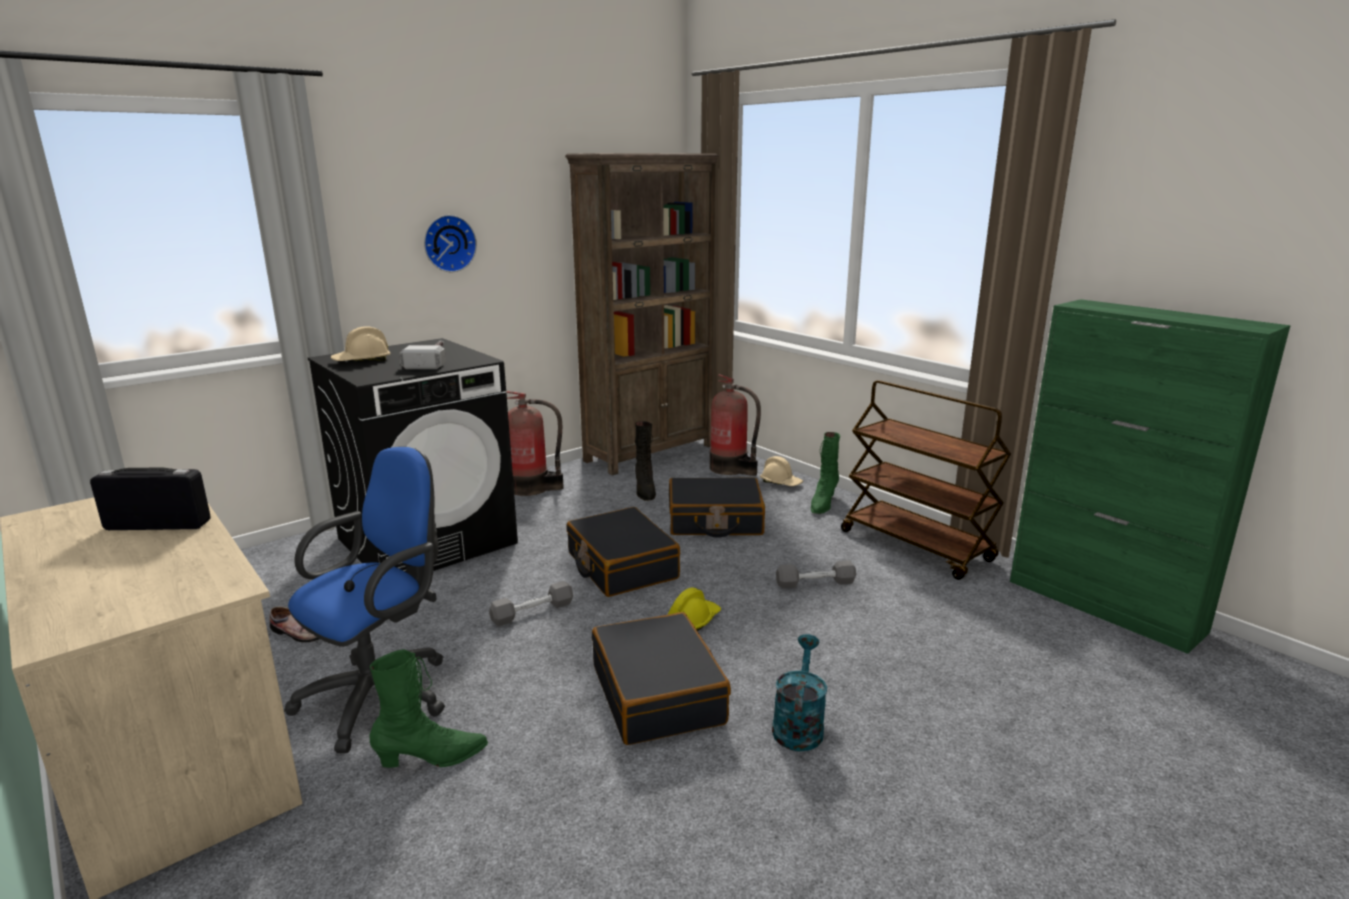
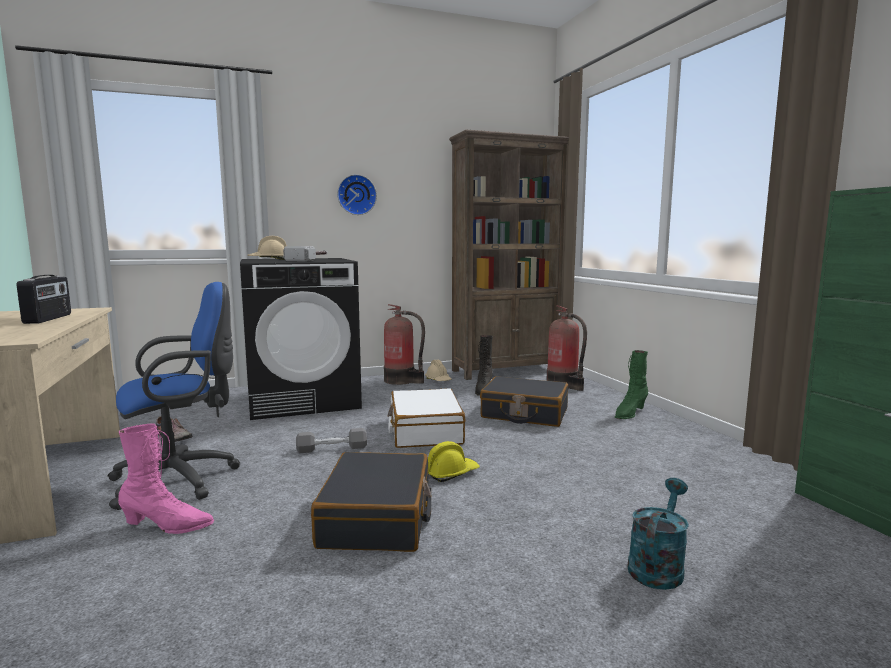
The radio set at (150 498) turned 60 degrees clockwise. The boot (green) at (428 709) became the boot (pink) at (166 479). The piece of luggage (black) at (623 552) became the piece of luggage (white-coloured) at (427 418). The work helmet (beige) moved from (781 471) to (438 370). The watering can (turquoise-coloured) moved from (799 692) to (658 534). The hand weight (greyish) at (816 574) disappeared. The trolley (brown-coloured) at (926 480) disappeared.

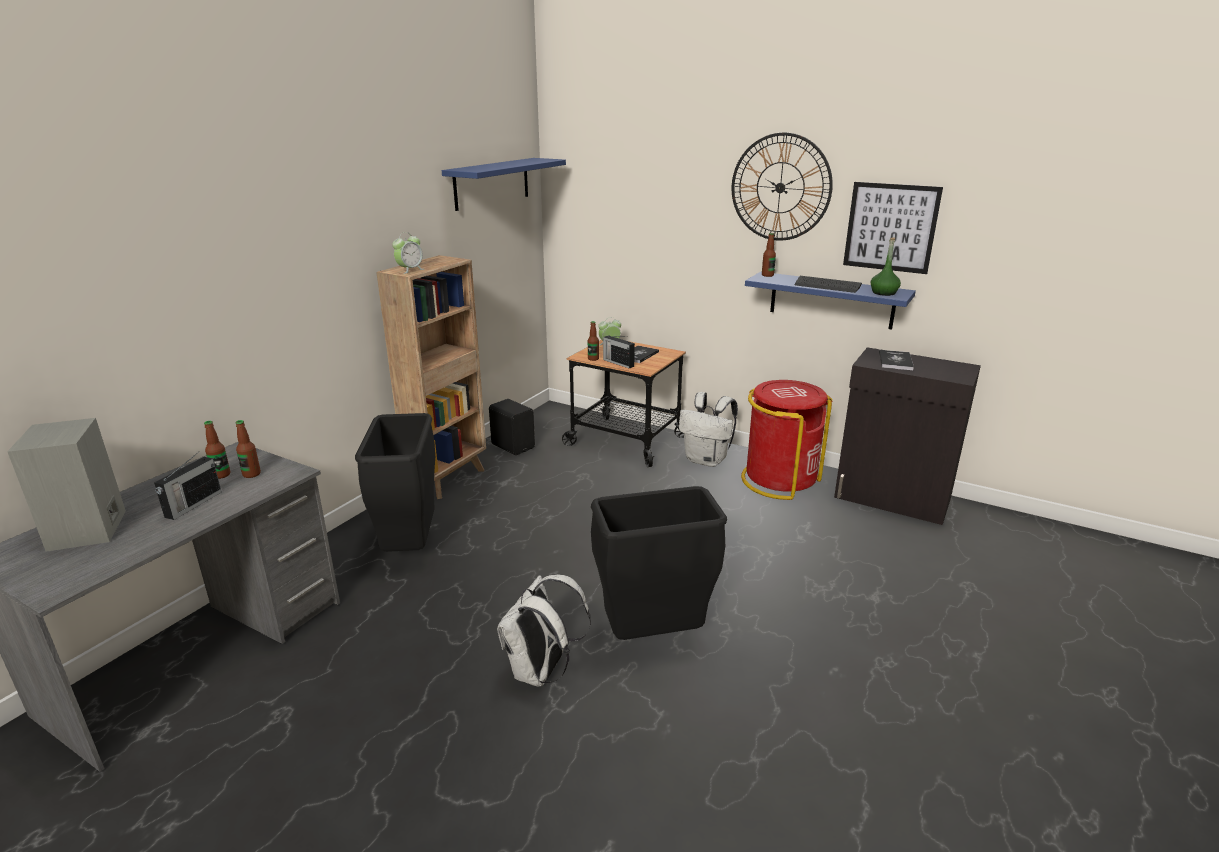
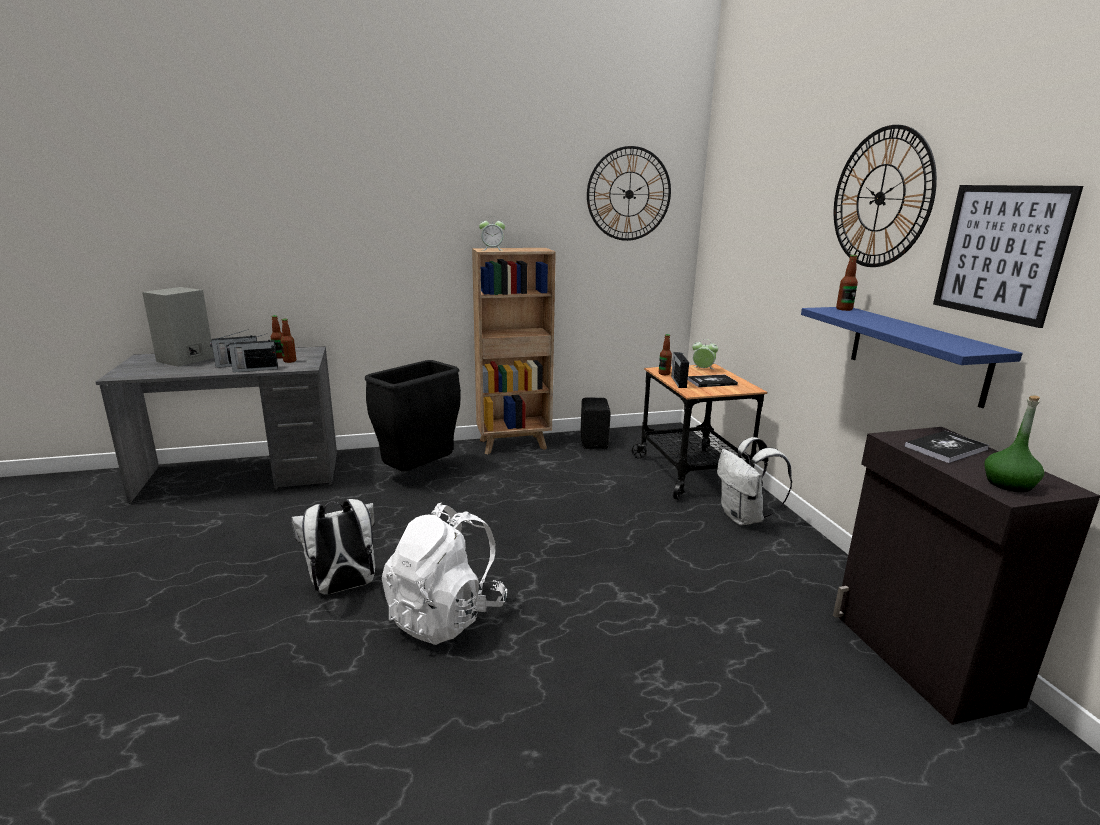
The radio set at (252 353) appeared. The trash can (black) at (659 563) was replaced by the rucksack (white-coloured) at (444 574). The shelf (blue-coloured) at (504 184) was replaced by the hanging clock at (629 193). The bottle (green) moved from (886 267) to (1014 444). The trash can (reddish) at (786 440) disappeared. The computer keyboard at (828 284) disappeared.

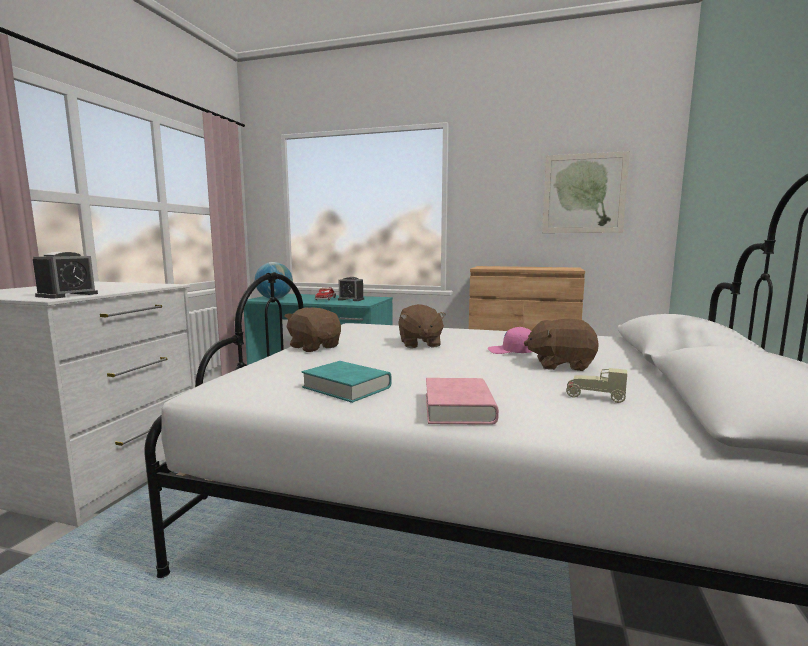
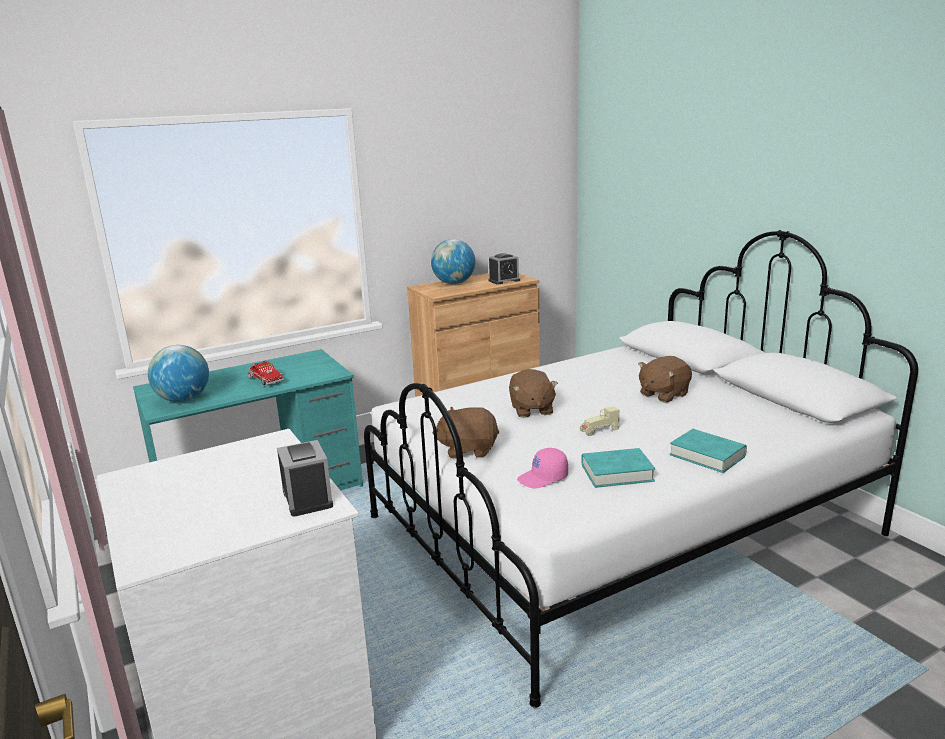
The world globe at (453 261) appeared. The alarm clock moved from (351 289) to (504 269). The cuddly toy (brown-coloured) at (422 326) turned 45 degrees clockwise. The baseball cap (pink) moved from (510 340) to (542 468). The miniature car (beige) moved from (596 385) to (600 421). The volume (pink) at (462 401) became the volume (turquoise-coloured) at (708 451). The wall picture at (586 192) disappeared.

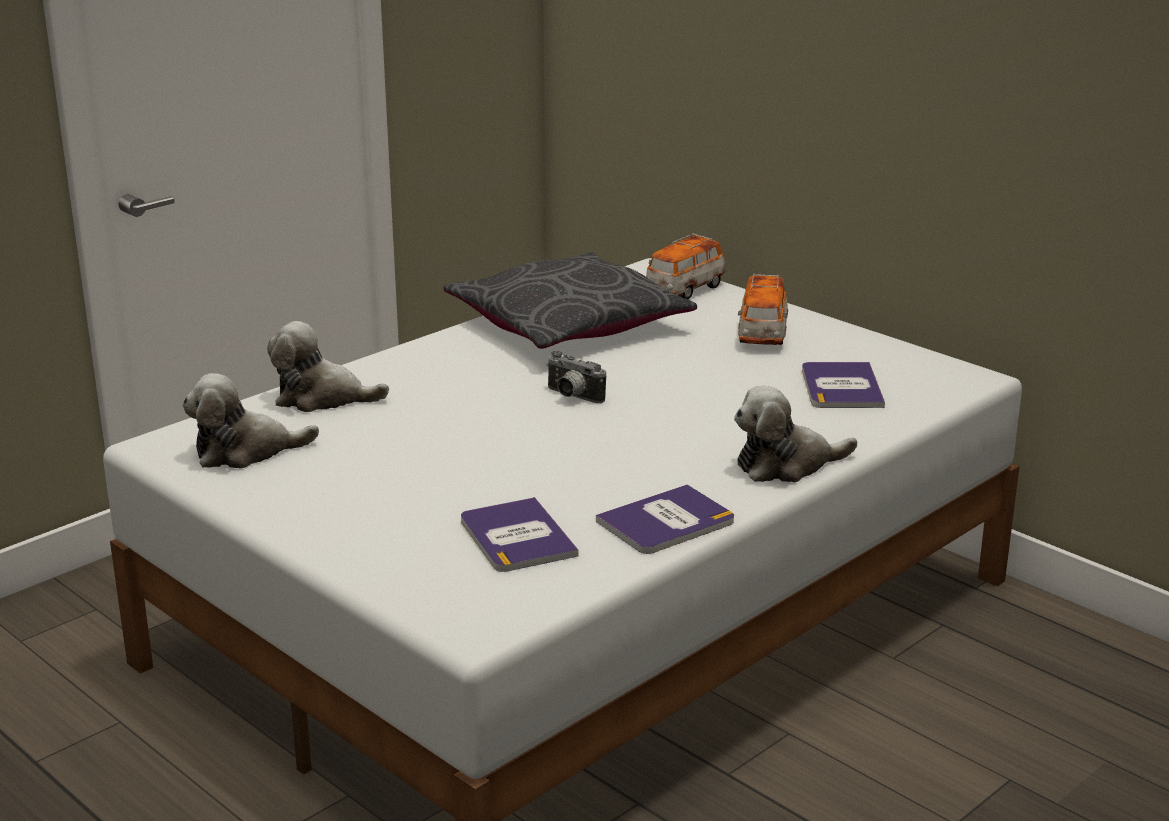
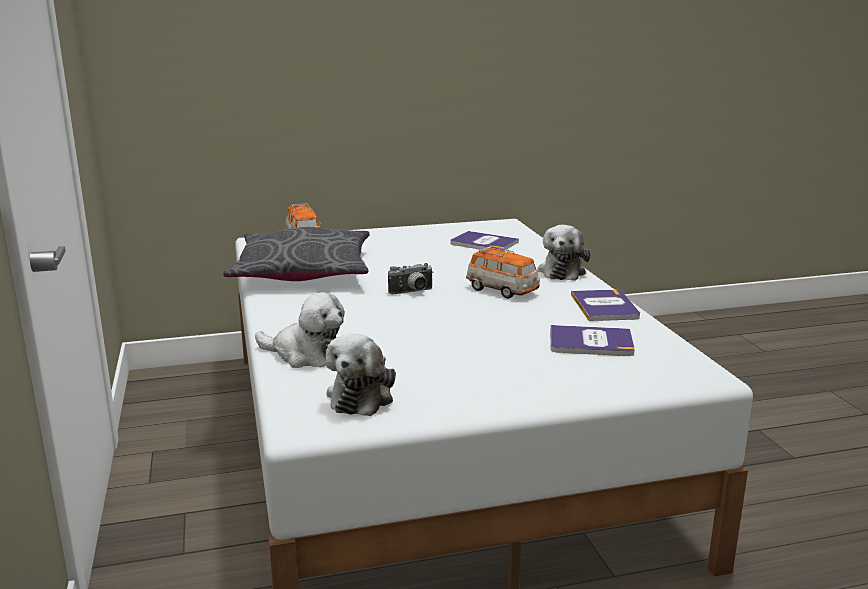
The cuddly toy at (328 366) turned 105 degrees counterclockwise. The miniature car moved from (763 309) to (503 272).

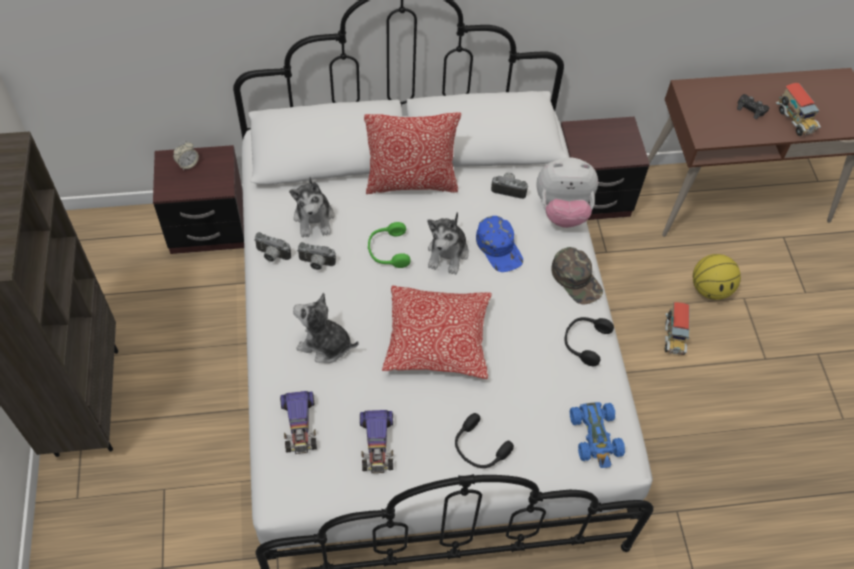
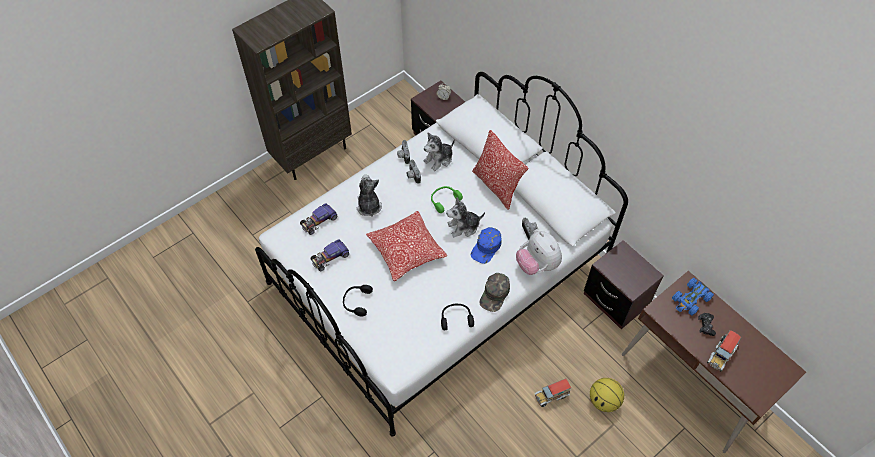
The miniature car (blue-coloured) moved from (597 435) to (693 297).

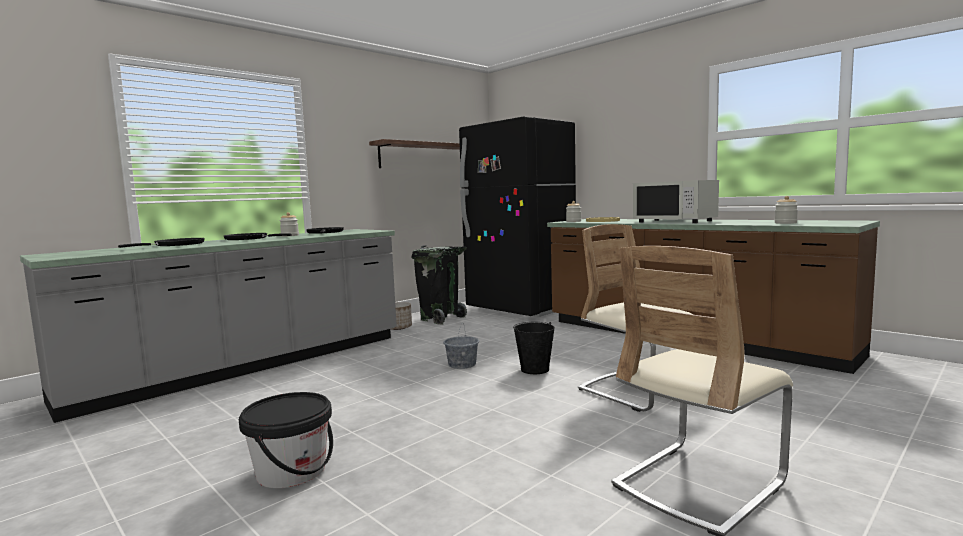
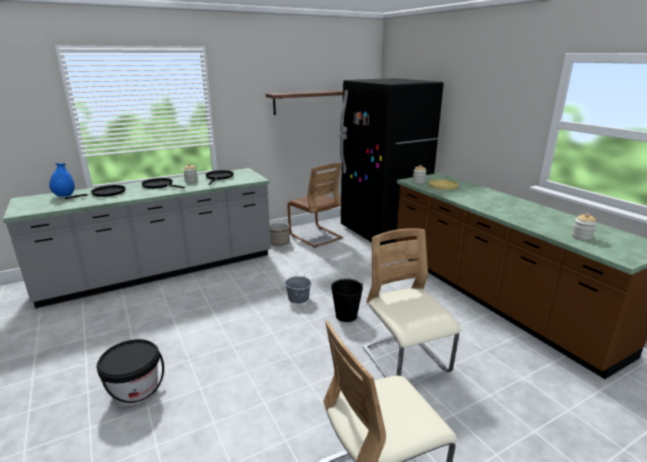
The flower vase (blue-coloured) at (62 179) appeared. The trash can (black) at (439 285) was replaced by the upright chair (brown-coloured) at (315 205). The kitchen microwave (white-coloured) at (676 201) disappeared.

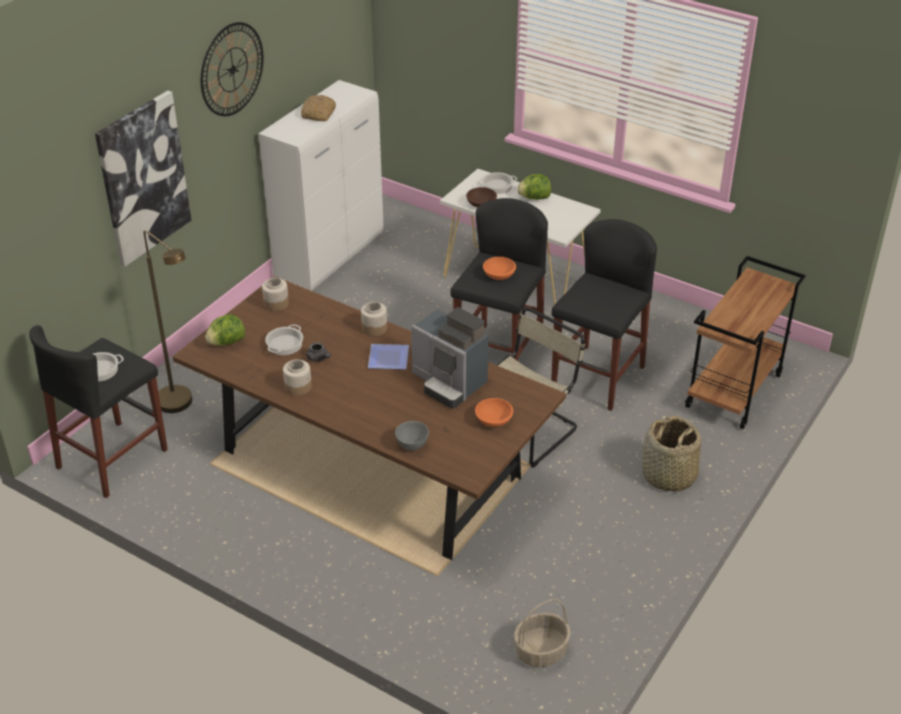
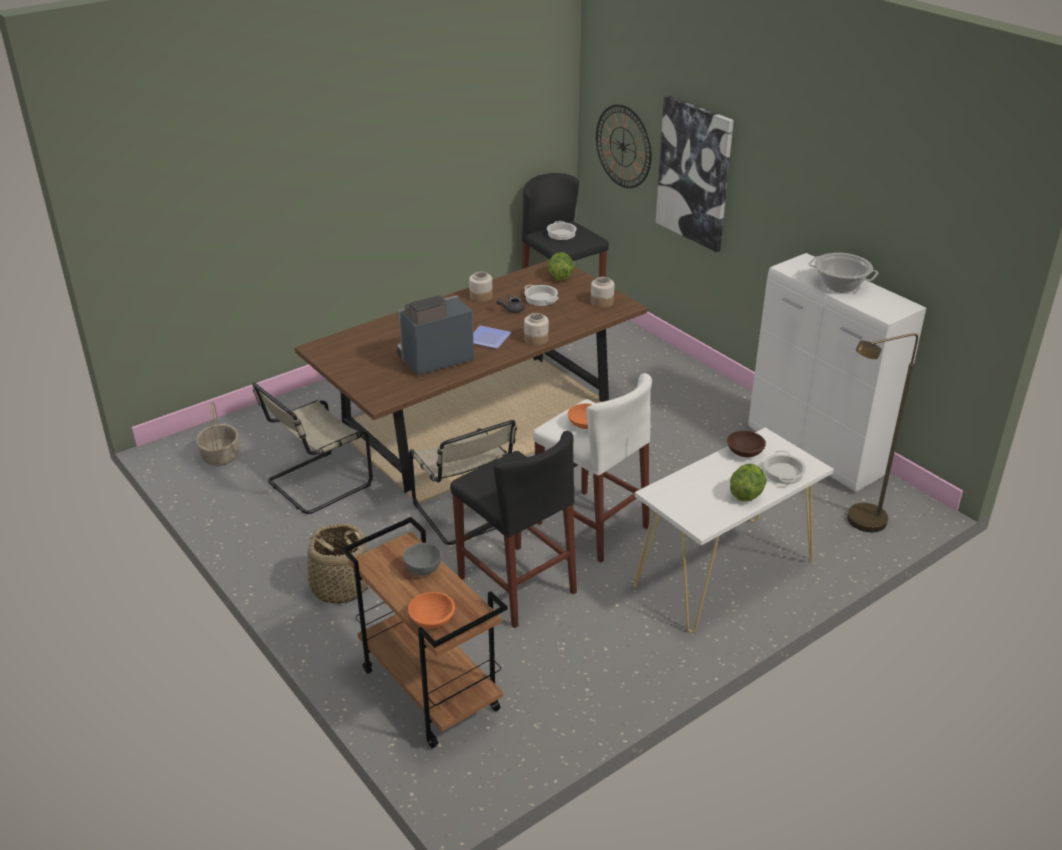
The upright chair (beige) at (312 448) appeared. The deep dish (greyish) moved from (412 436) to (422 559). The deep dish (orange) moved from (494 412) to (431 610). The sitting stool (black) at (499 279) became the sitting stool (white-coloured) at (592 468). The hanging clock moved from (232 69) to (624 146). The baked bread at (318 108) was replaced by the stockpot at (843 273). The standing lamp (brown-coloured) moved from (168 321) to (882 432).

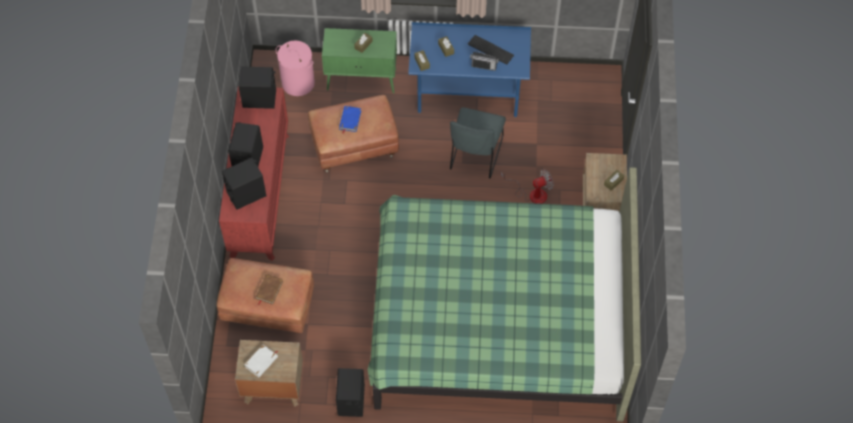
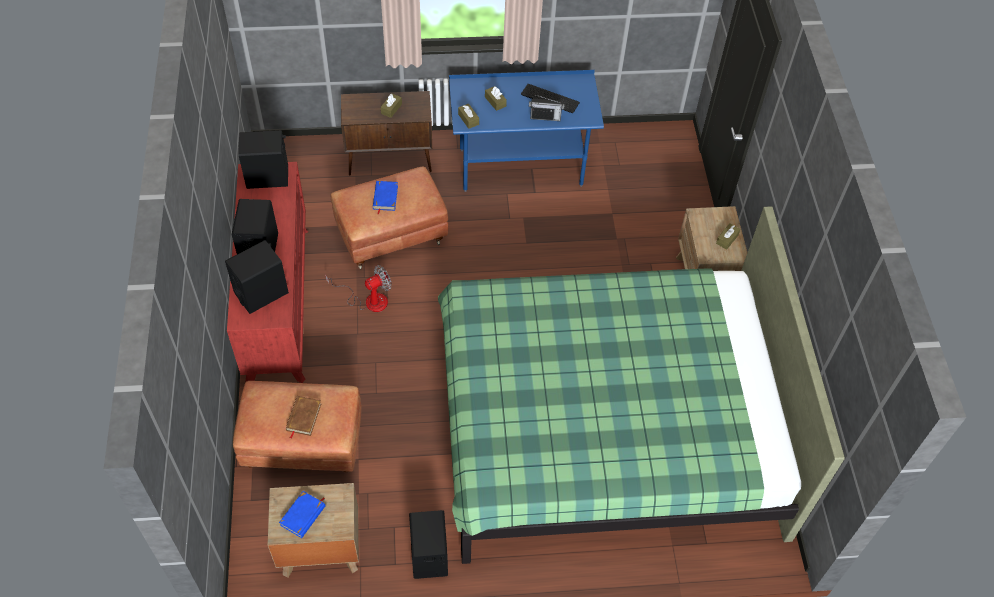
The volume (white-coloured) at (261 361) became the volume (blue-coloured) at (302 514). The cooling fan moved from (527 186) to (358 288). The cabinet (green) at (359 61) became the cabinet (brown-coloured) at (386 133). The washing basket (pink) at (295 68) disappeared. The upright chair (greyish) at (478 142) disappeared.

